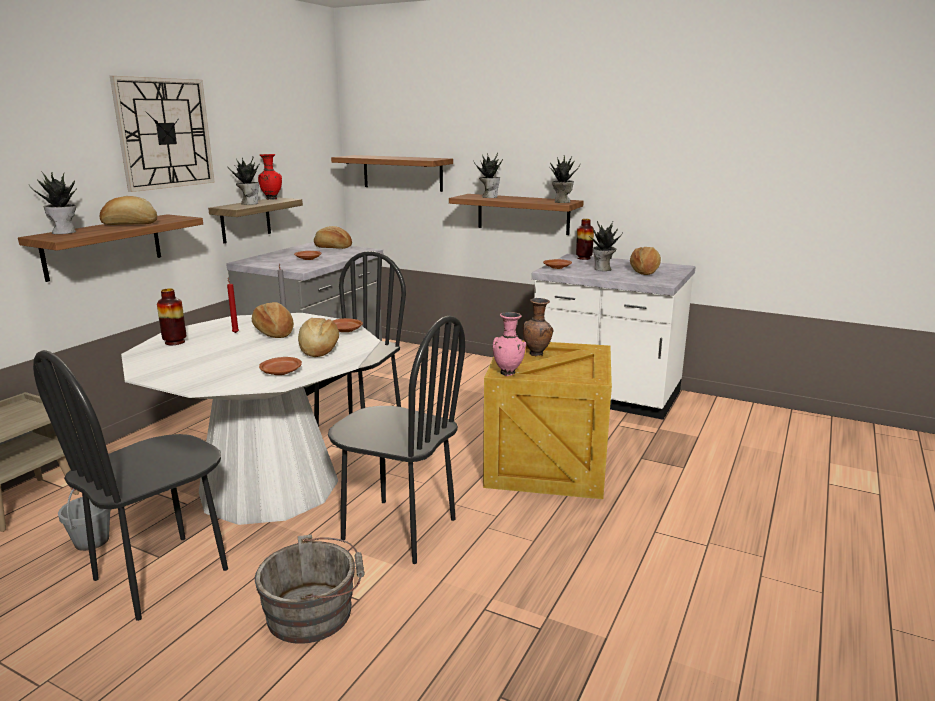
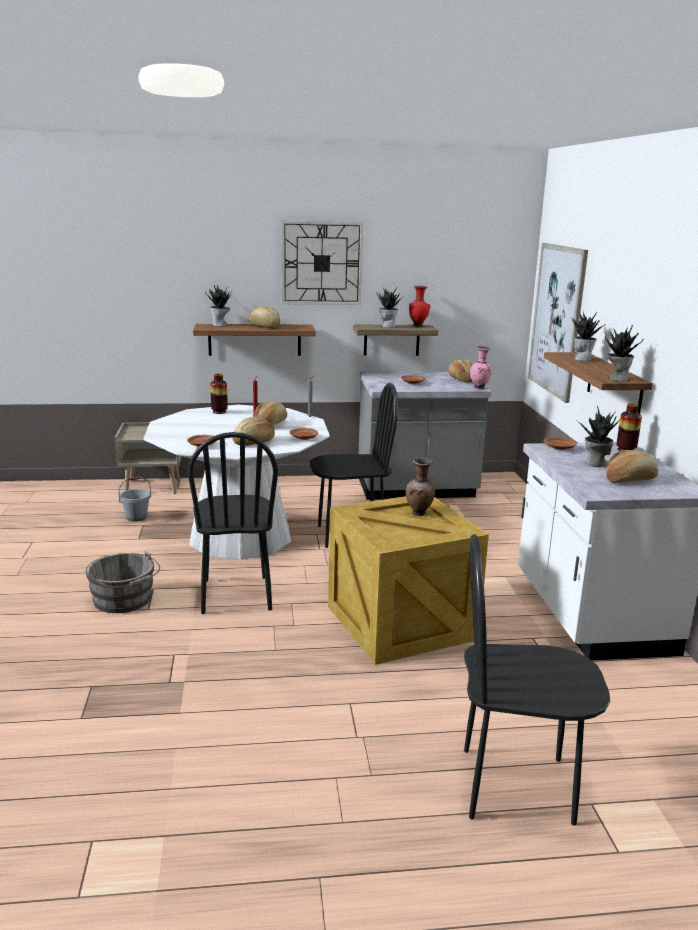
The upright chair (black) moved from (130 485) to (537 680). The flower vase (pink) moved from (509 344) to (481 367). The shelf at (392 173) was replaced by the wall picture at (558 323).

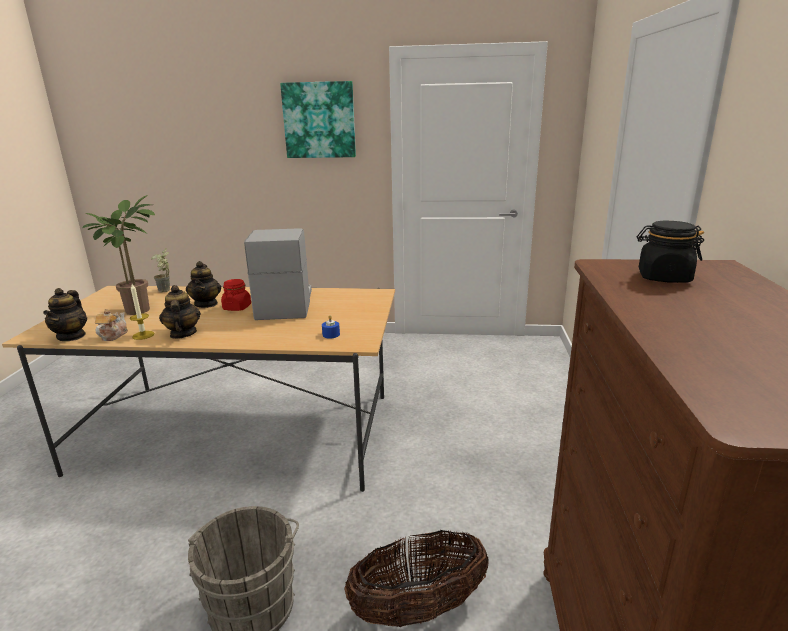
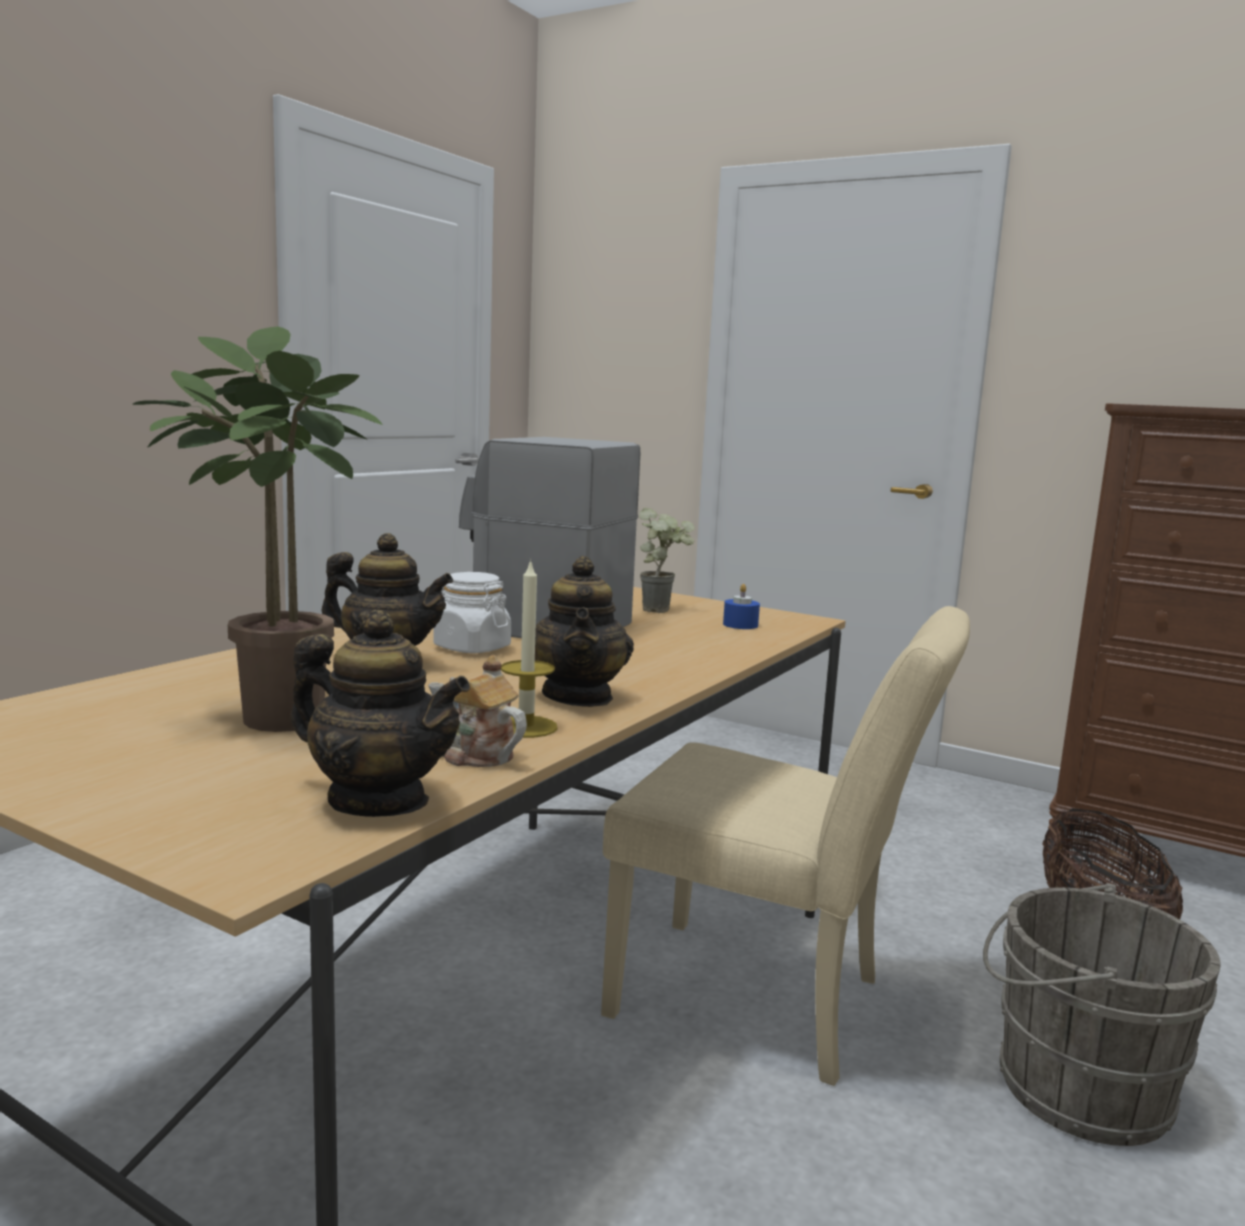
The jar (reddish) at (236 295) became the jar (white-coloured) at (472 612). The pot for tea at (180 312) turned 105 degrees counterclockwise. The upright chair (beige) at (785 846) appeared. The plant in a pot moved from (160 270) to (667 560). The wall picture at (318 119) disappeared. The jar (black) at (670 252) disappeared.

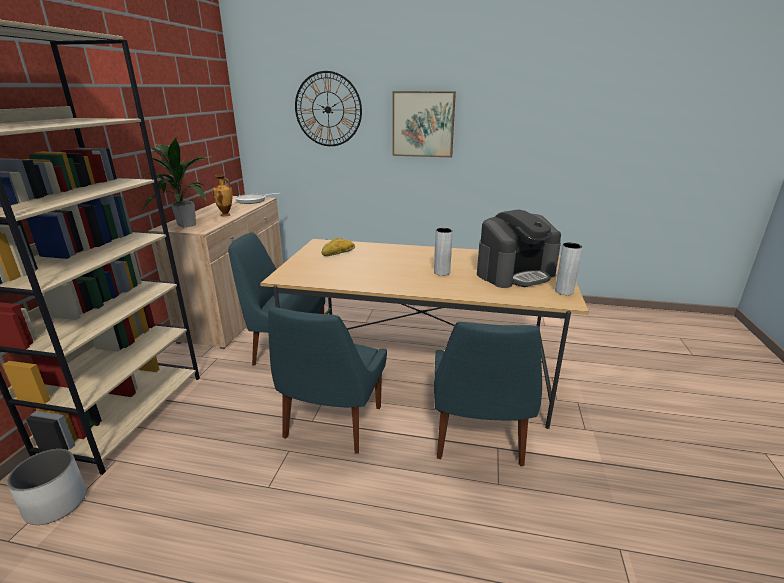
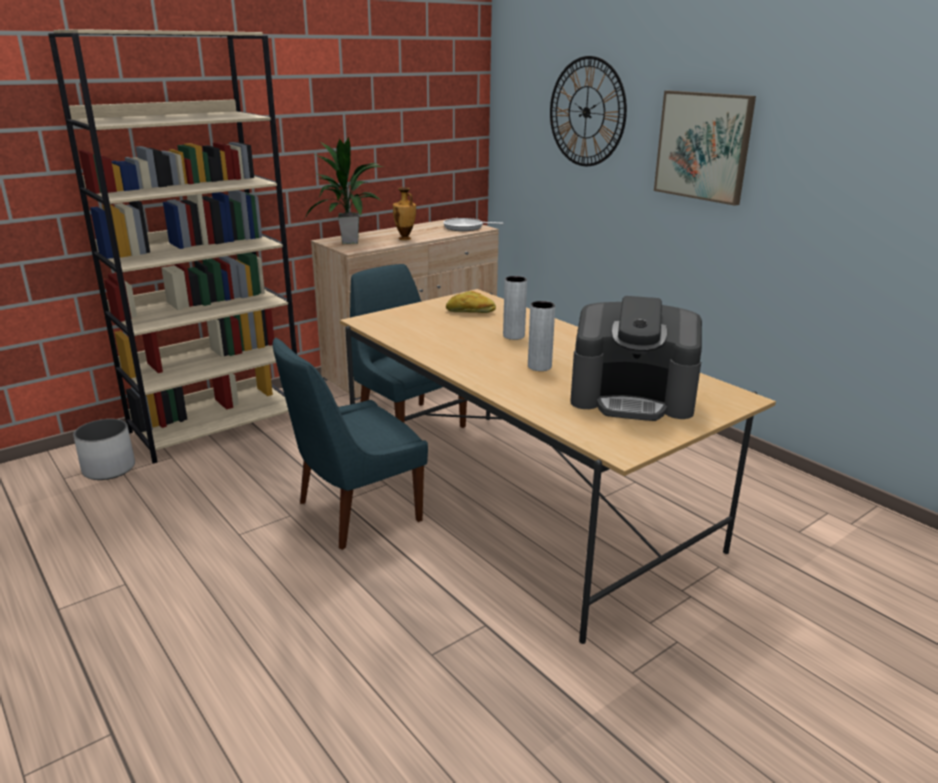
The flower vase (greyish) moved from (568 269) to (515 308). The upright chair (blue-coloured) at (488 394) disappeared.

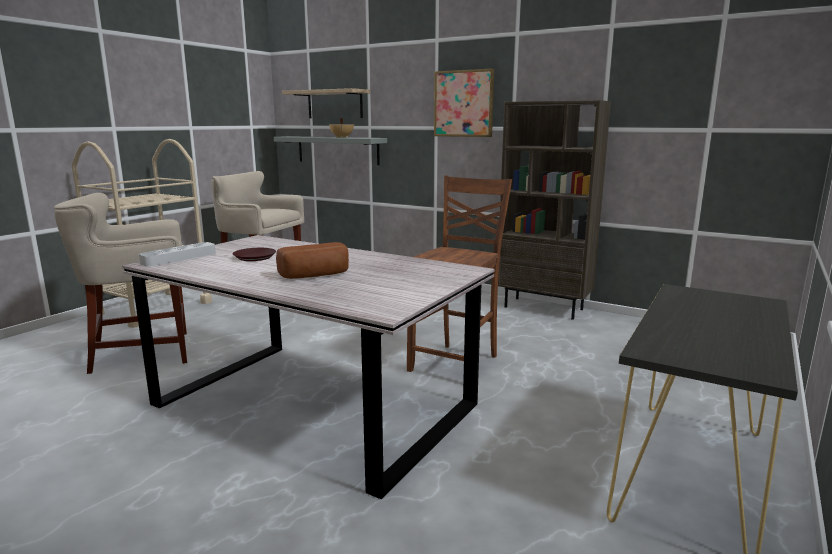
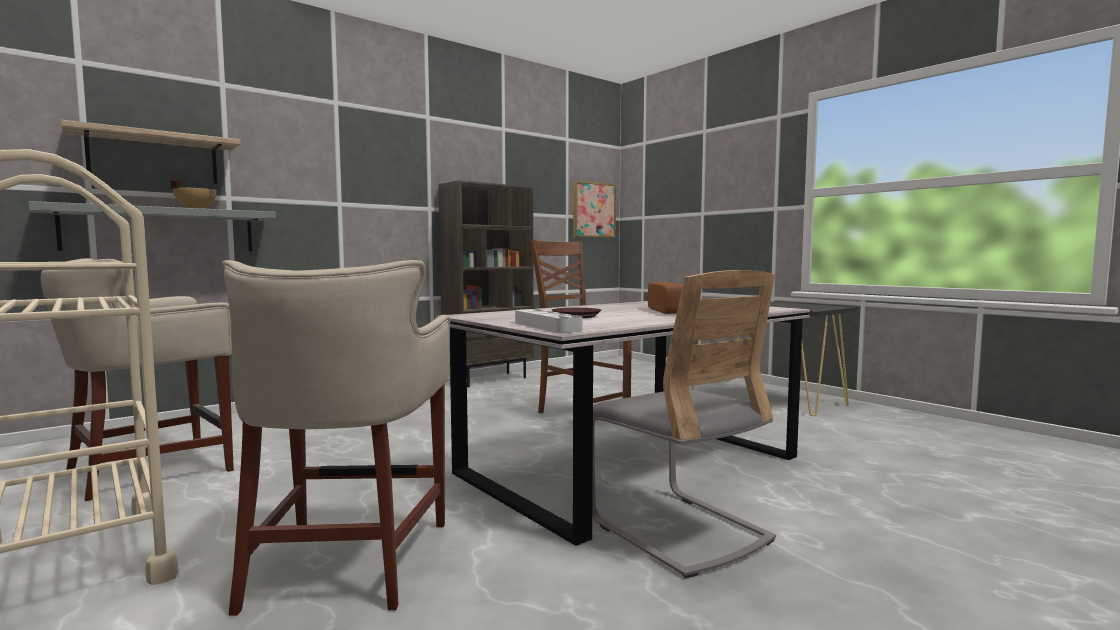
The wall picture moved from (464 103) to (594 209). The upright chair (greyish) at (684 424) appeared.

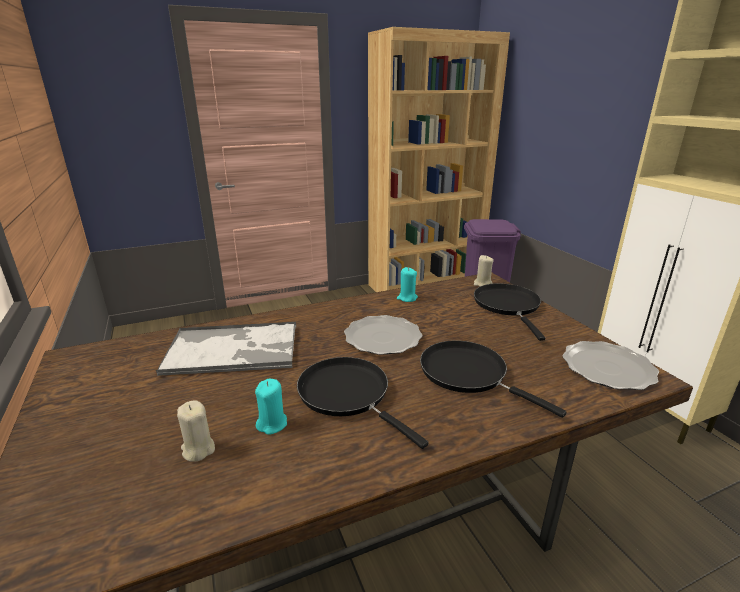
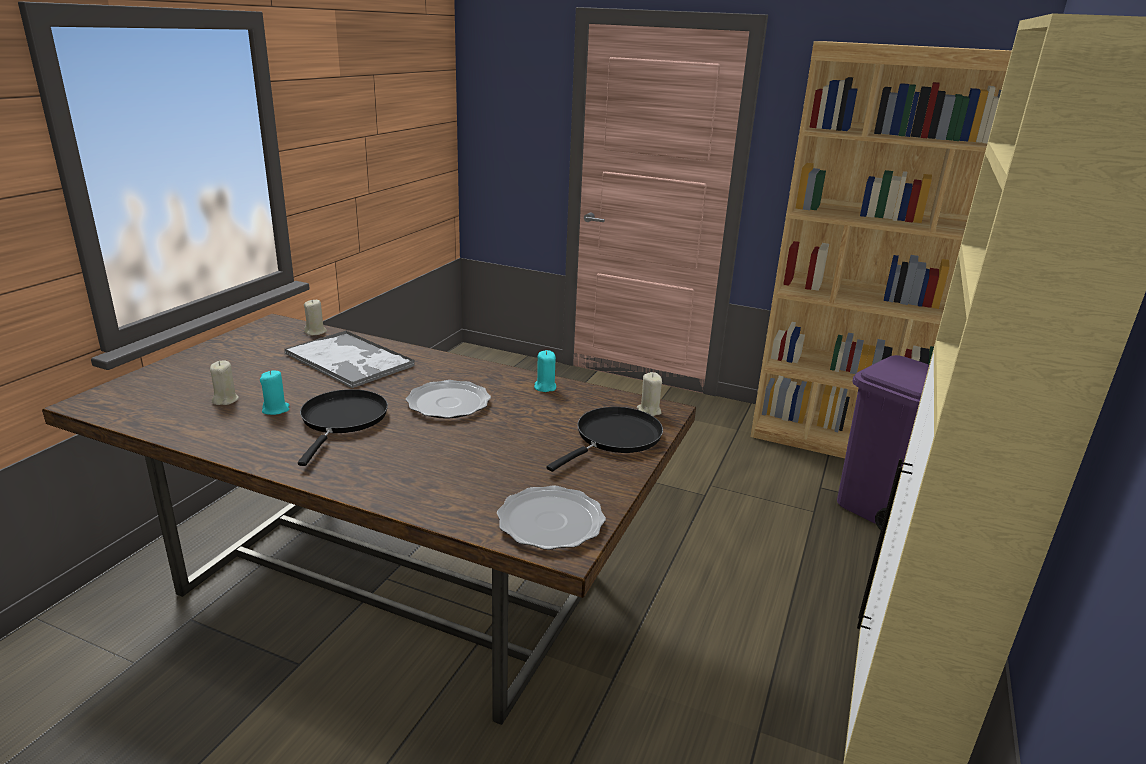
The candle (beige) at (315 317) appeared. The frying pan (black) at (493 379) disappeared.

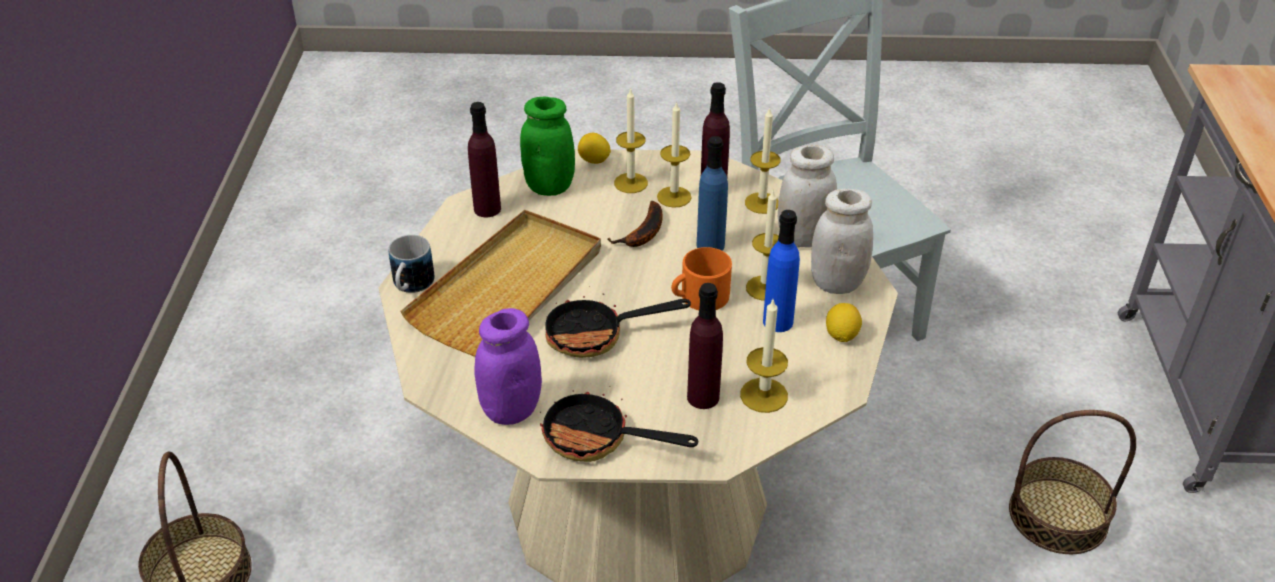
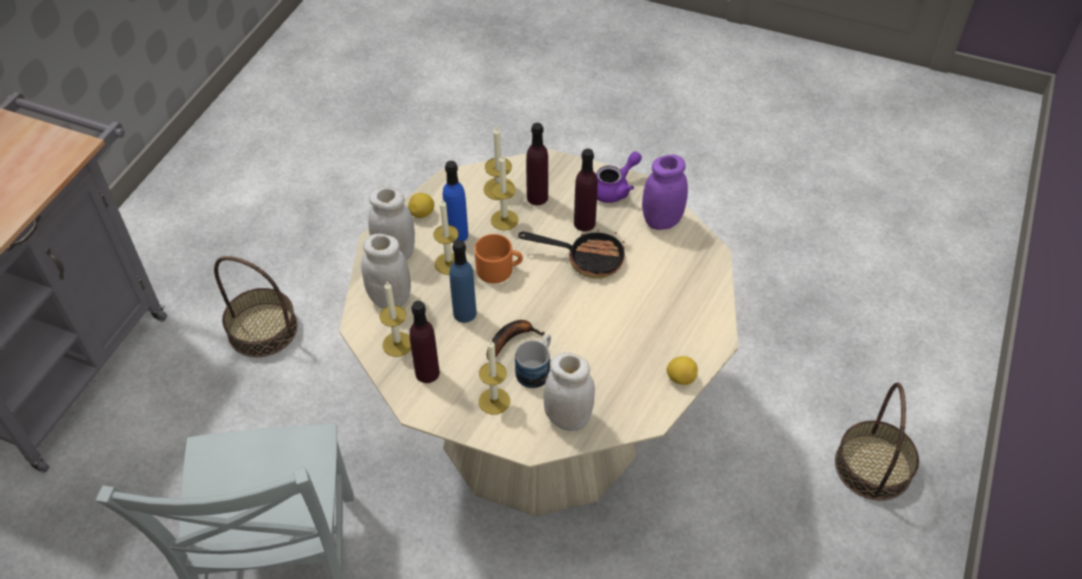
The candle moved from (674 154) to (505 192). The mug moved from (412 264) to (533 361). The jar (green) at (547 146) became the jar (white-coloured) at (569 391). The bottle (purple) moved from (484 159) to (586 190). The frying pan at (619 424) was replaced by the pot for tea (purple) at (618 177). The whole lemon moved from (594 148) to (682 370). The tray (beige) at (501 283) disappeared.

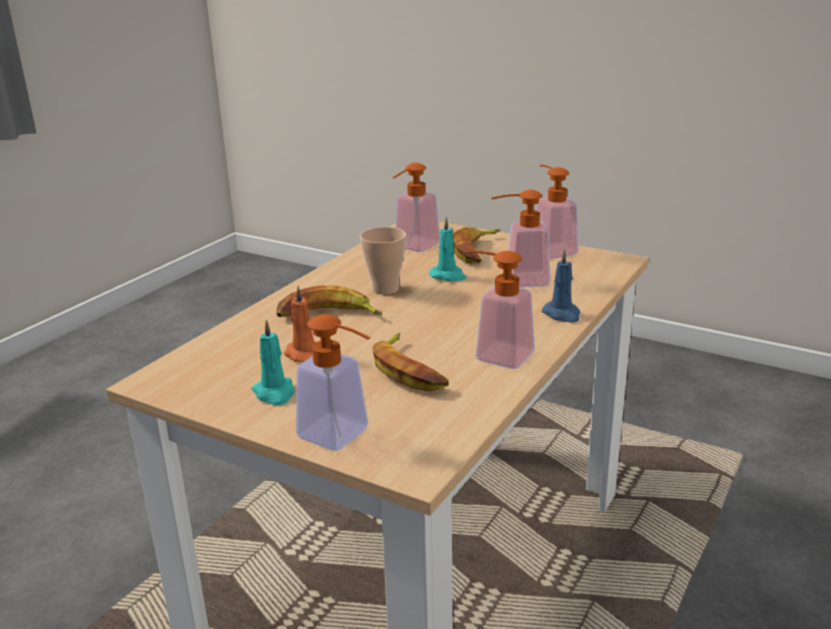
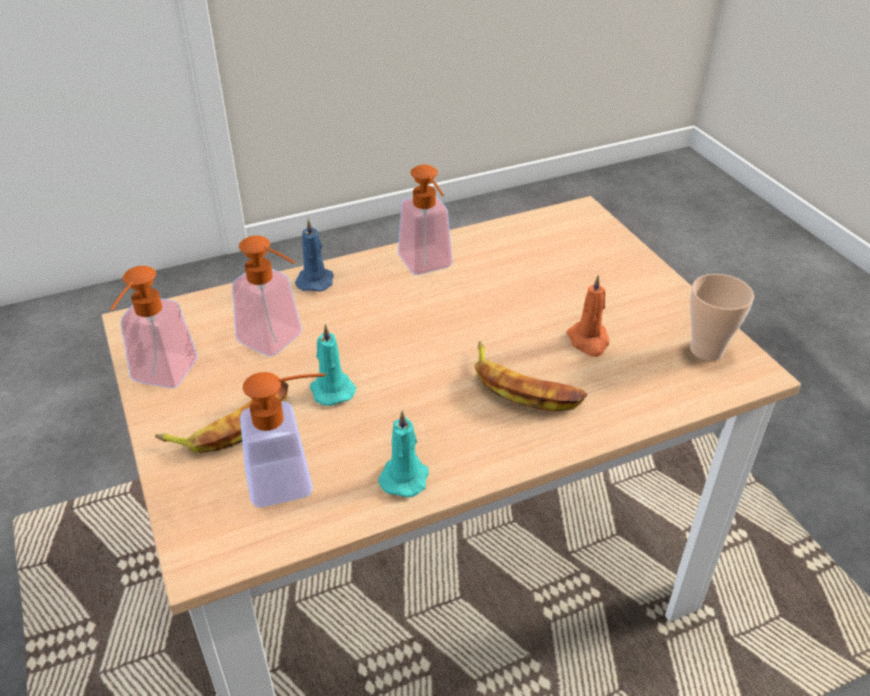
The candle (turquoise-coloured) moved from (273 362) to (403 454). The cup moved from (383 261) to (722 317). The liquid soap bottle at (333 382) disappeared. The whole banana at (410 361) disappeared.

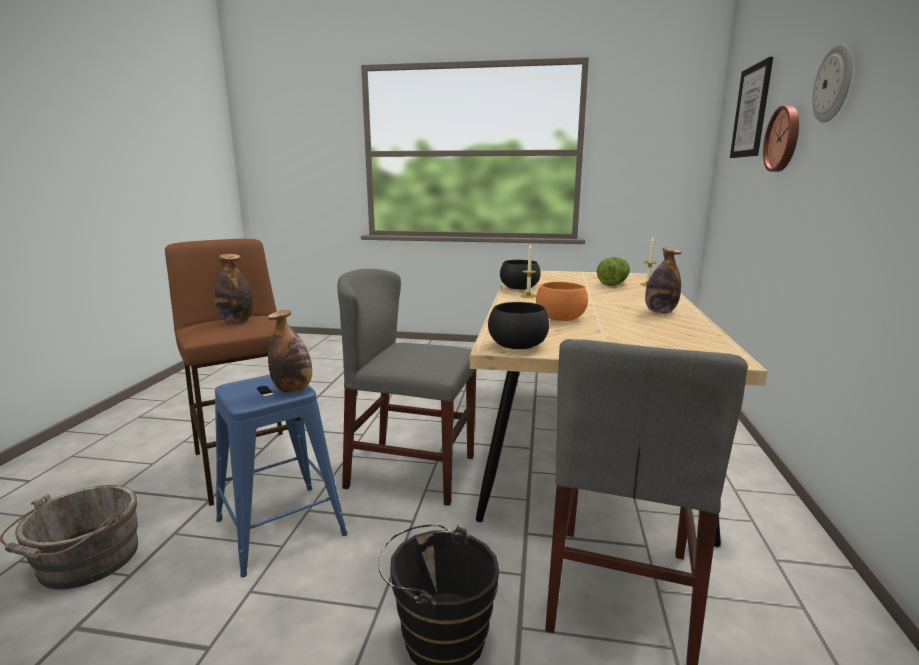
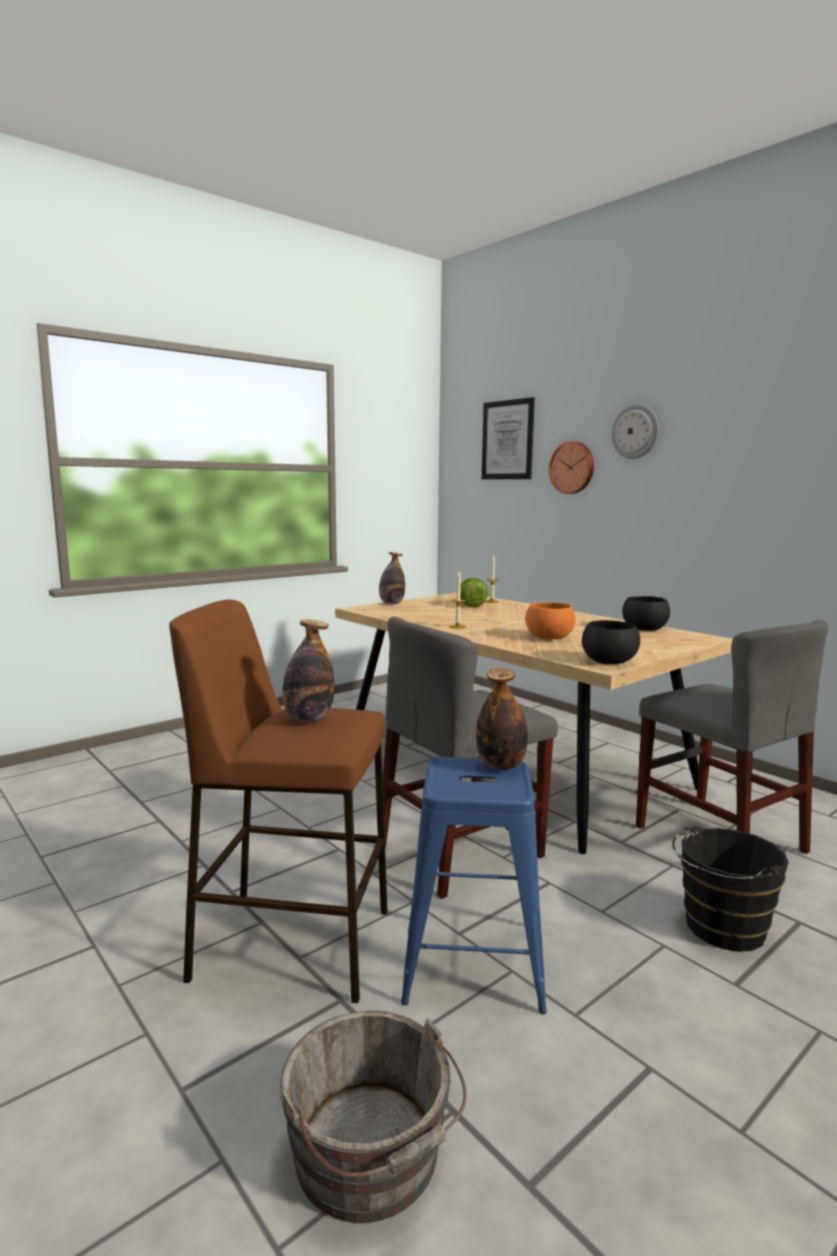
The bottle moved from (663 281) to (392 578). The deep dish (black) moved from (520 275) to (646 613).

